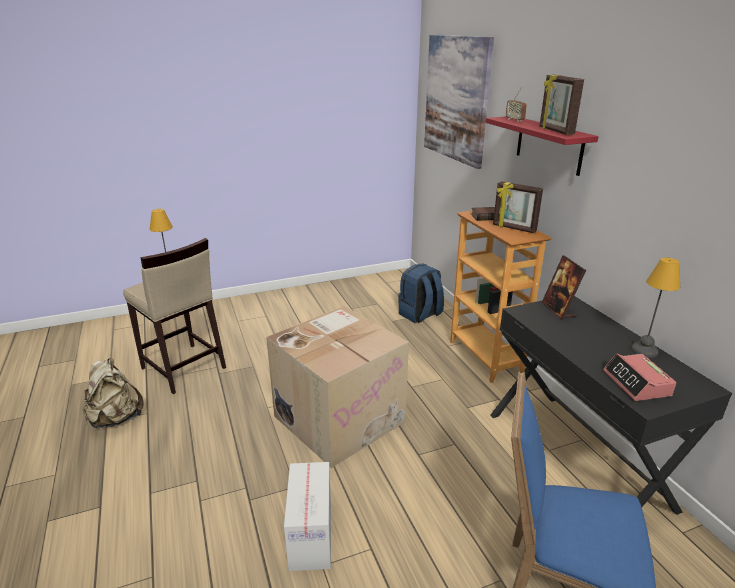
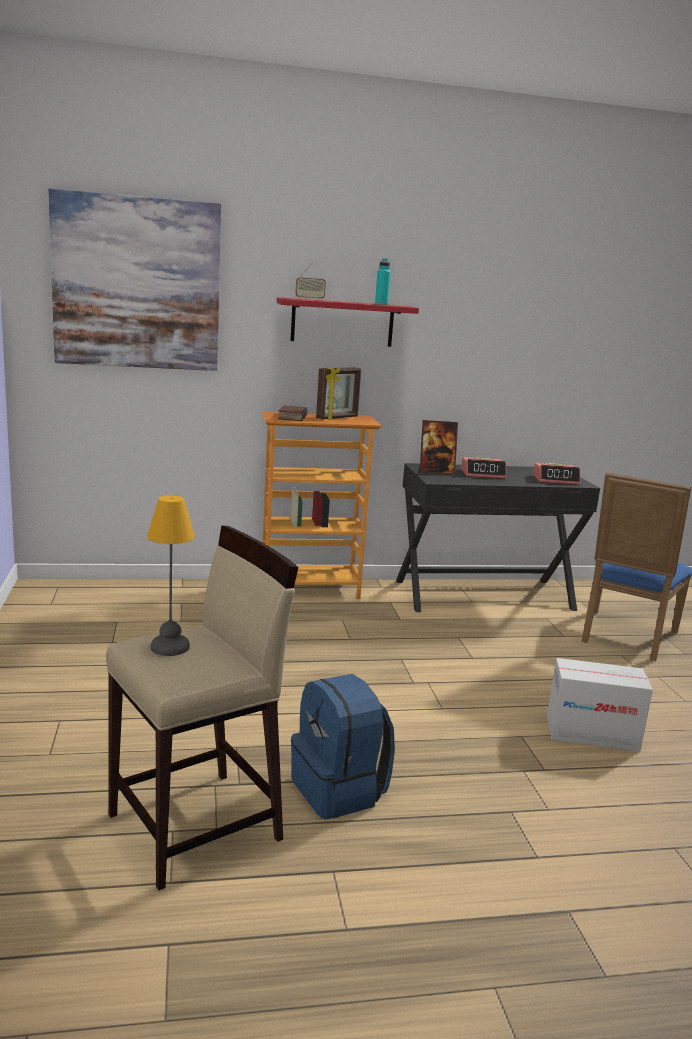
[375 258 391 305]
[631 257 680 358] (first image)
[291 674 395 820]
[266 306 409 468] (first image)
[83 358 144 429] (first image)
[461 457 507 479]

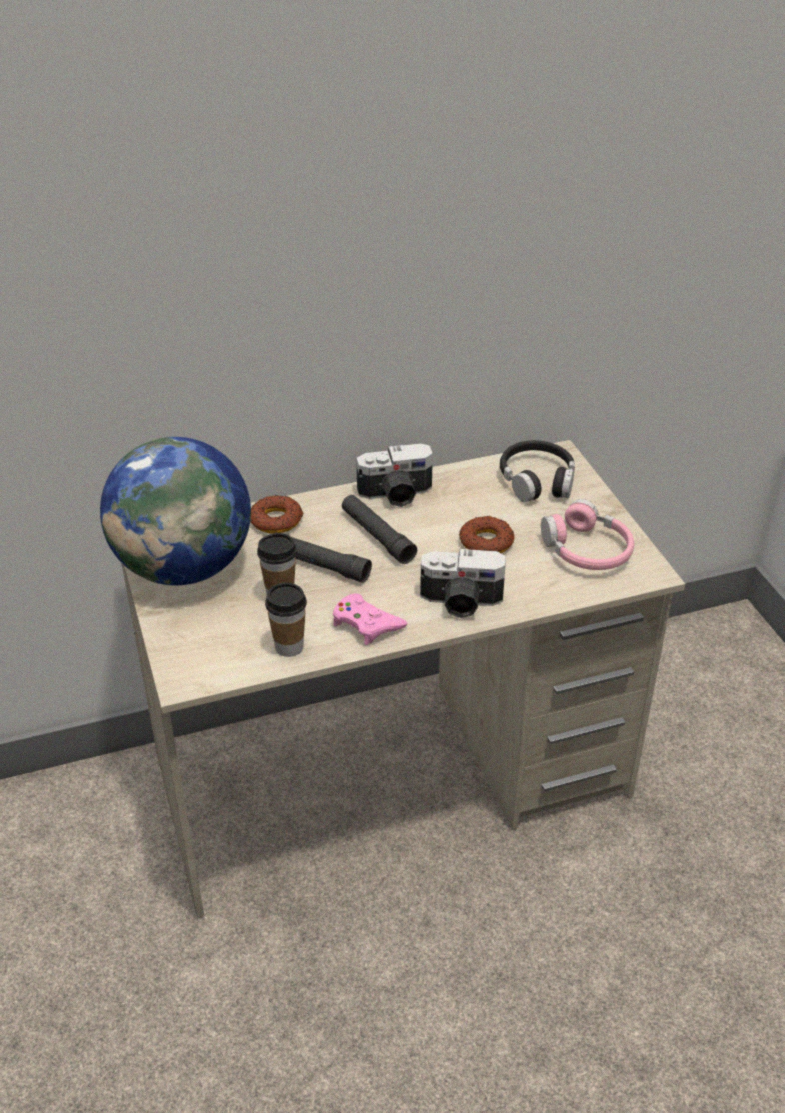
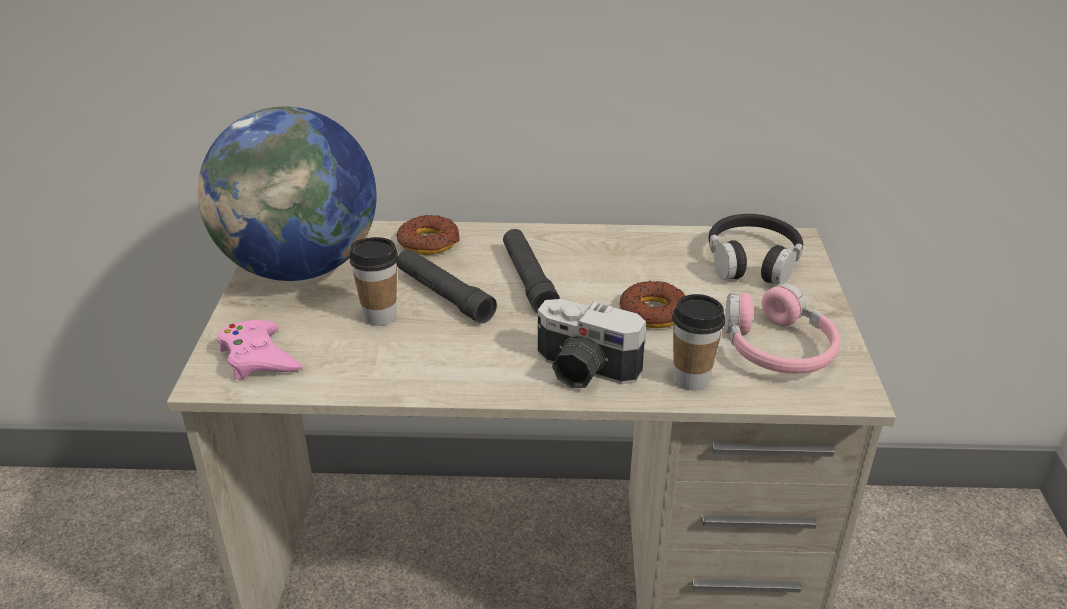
[356 443 433 507] (first image)
[672 294 725 390]
[217 320 302 380]

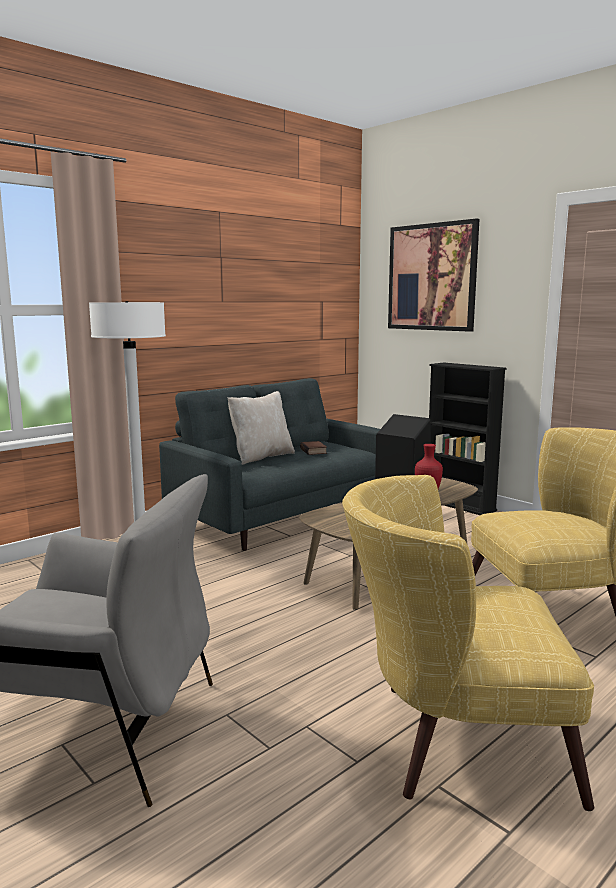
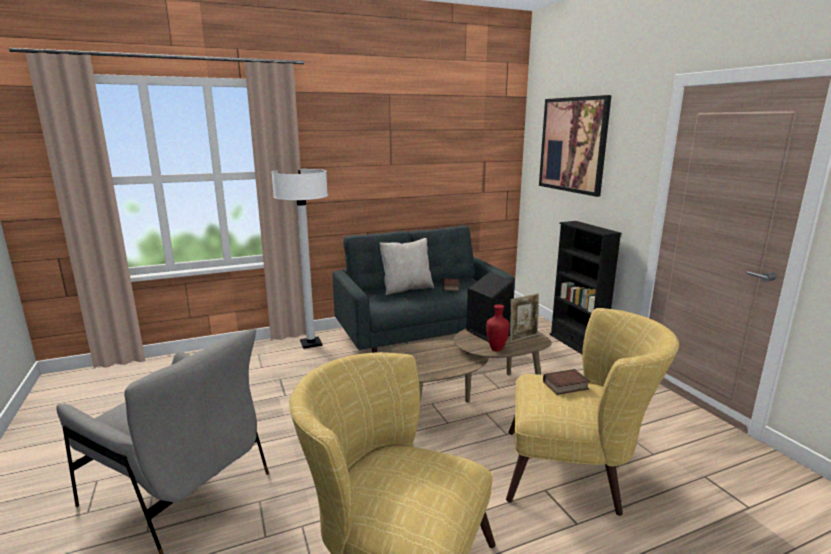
[510 293 539 342]
[543 369 590 395]

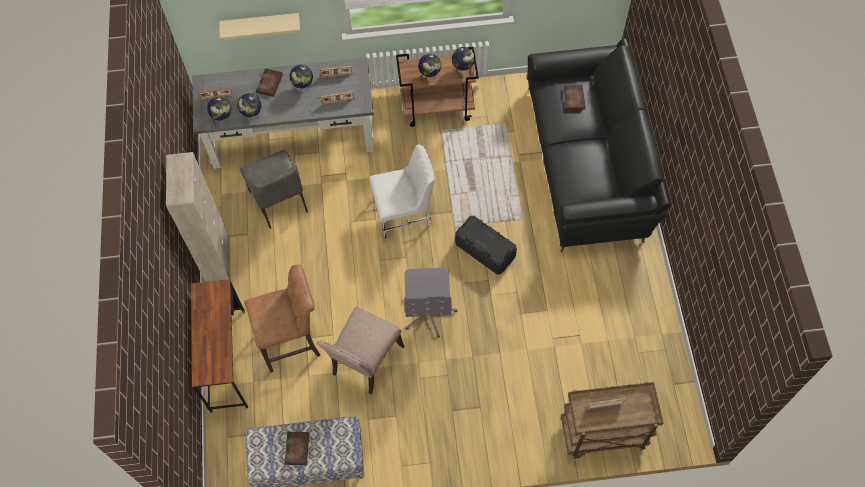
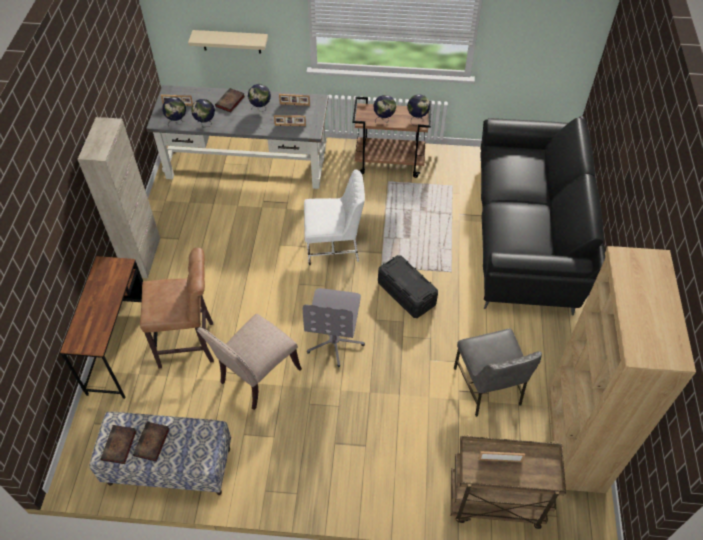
[100 425 137 464]
[454 329 542 417]
[549 246 696 493]

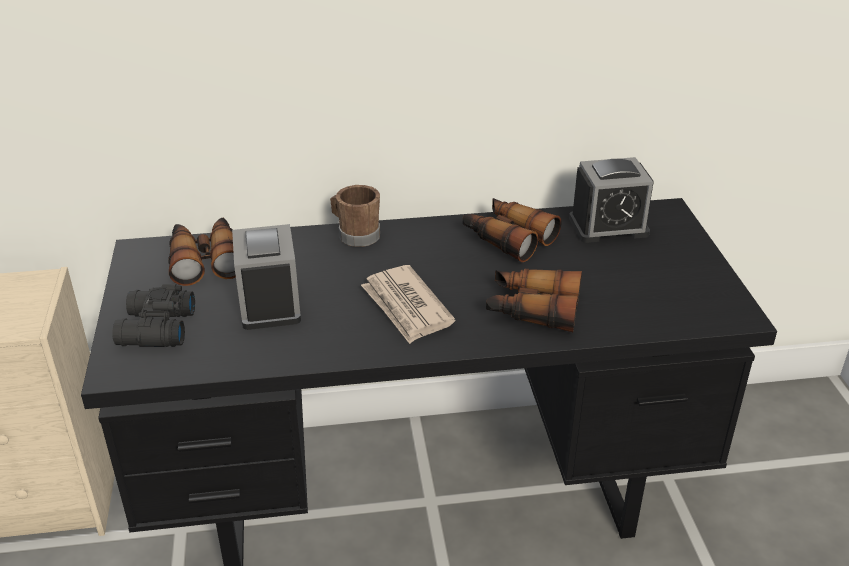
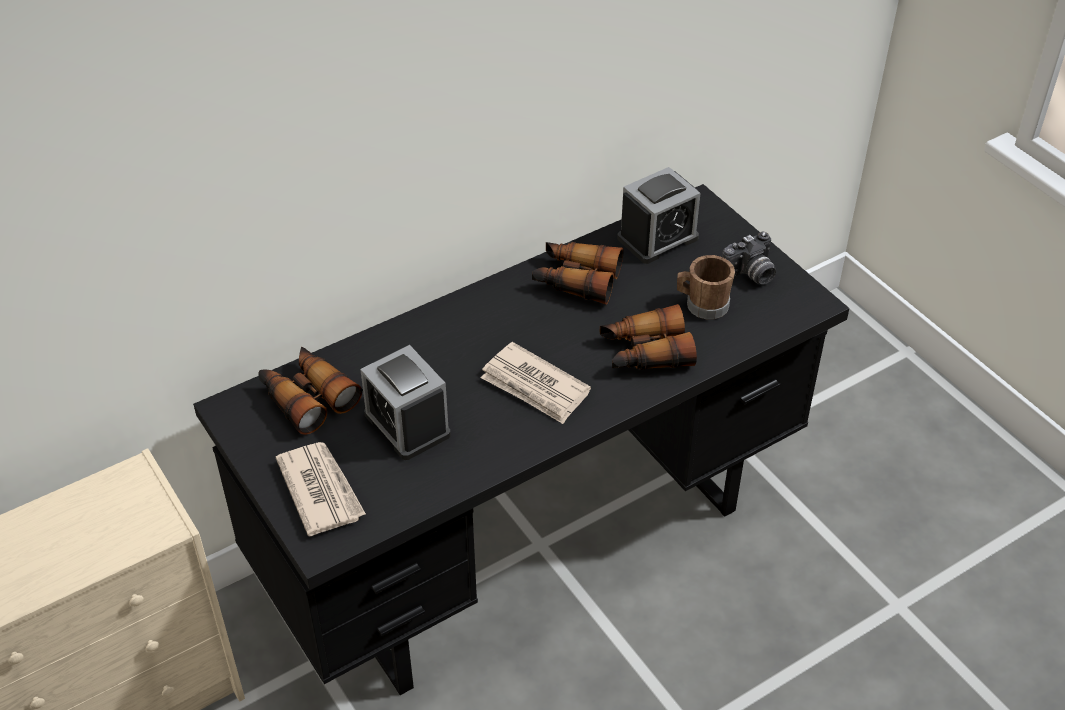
[677 255 735 319]
[276 442 366 536]
[722 232 776 285]

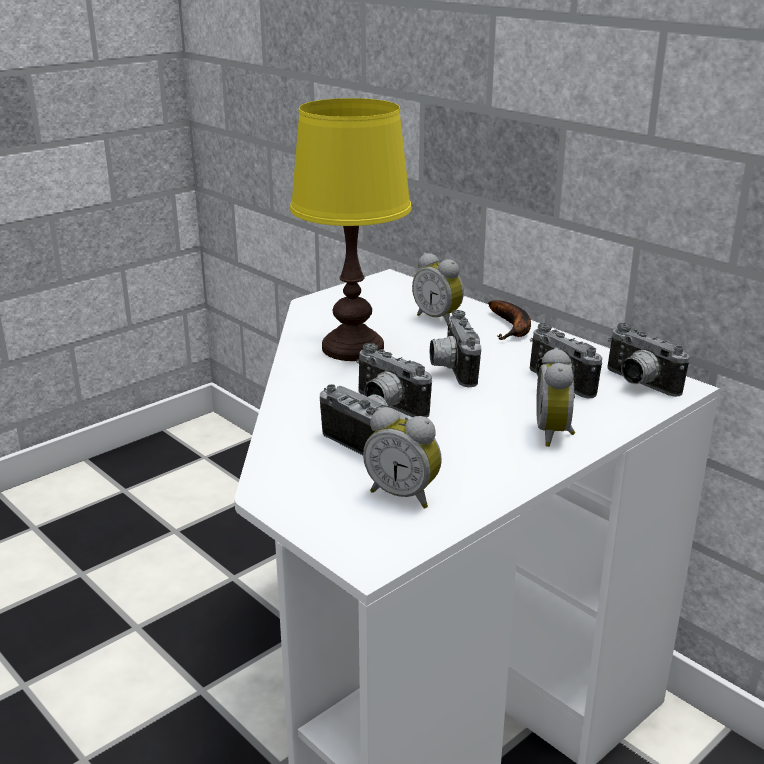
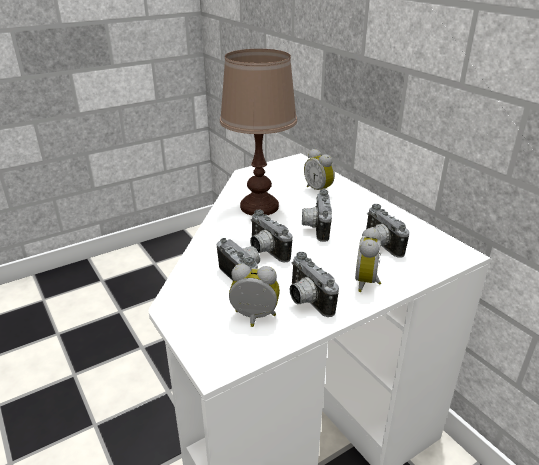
[220 49 297 215]
[488 300 531 340] (first image)
[290 252 339 317]
[229 264 280 327]

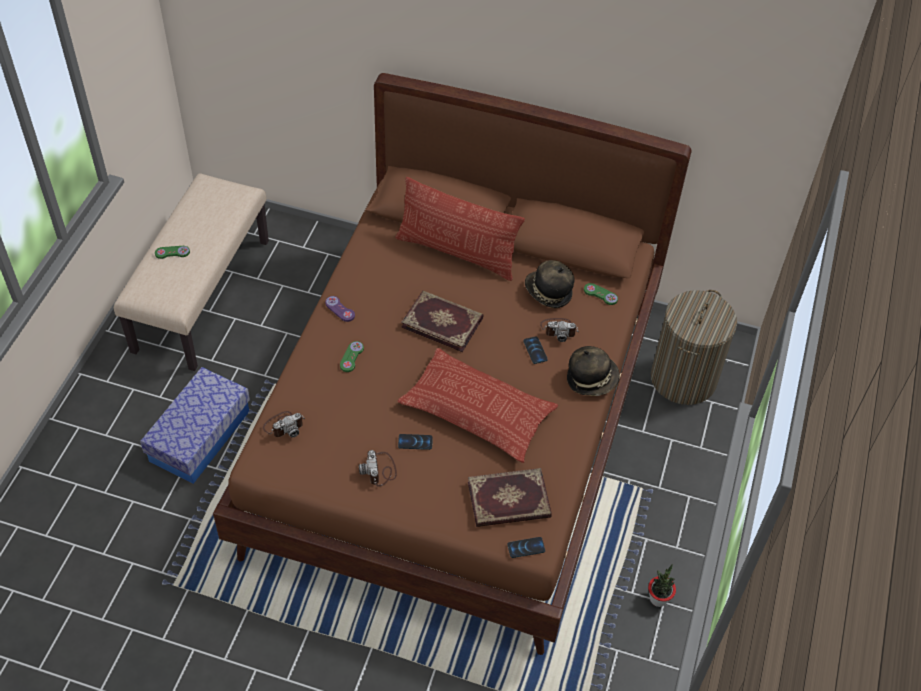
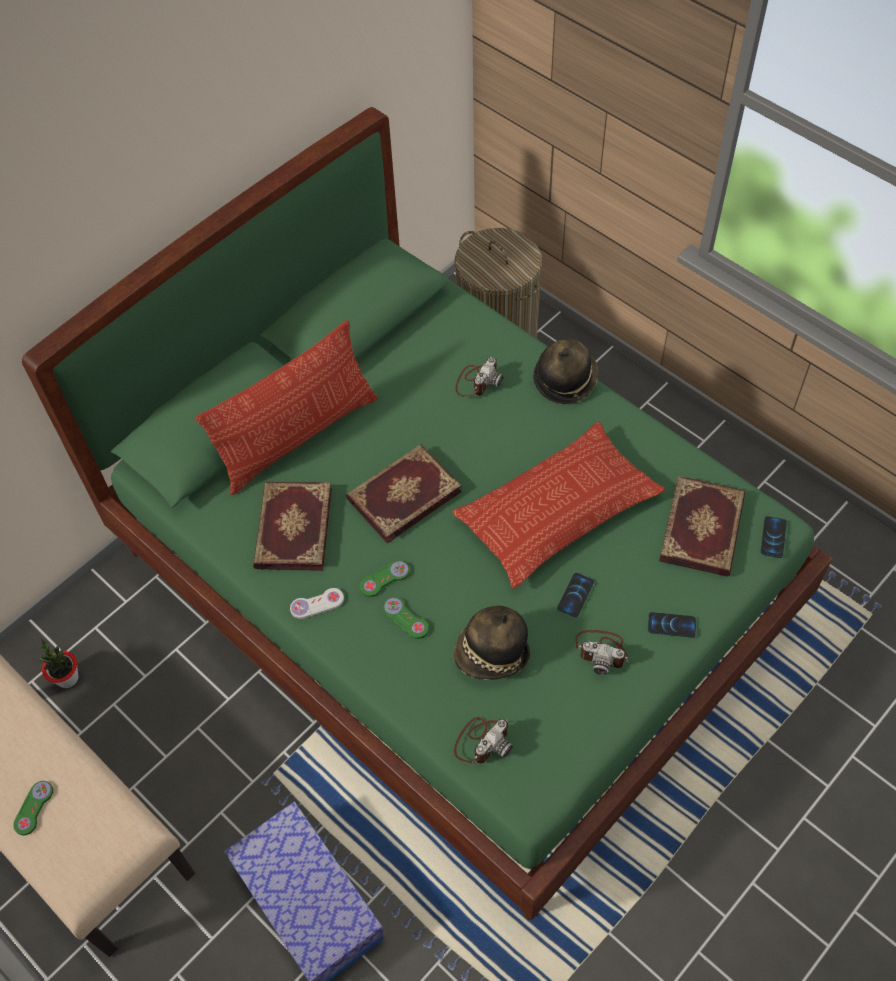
[22 107 833 920]
[454 606 530 680]
[360 560 410 597]
[290 588 344 619]
[648 612 696 638]
[454 717 513 764]
[37 638 78 688]
[253 482 332 571]

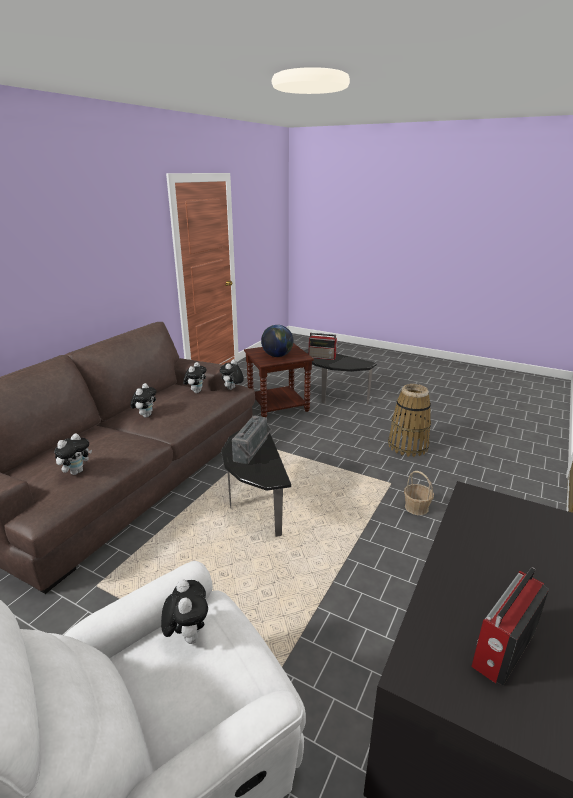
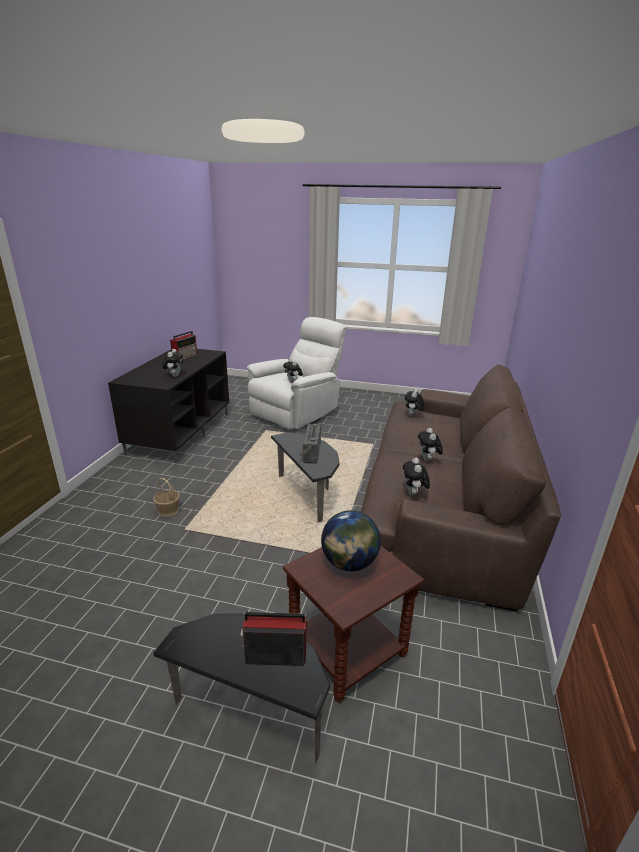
[163 349 183 377]
[388 384 431 457] (first image)

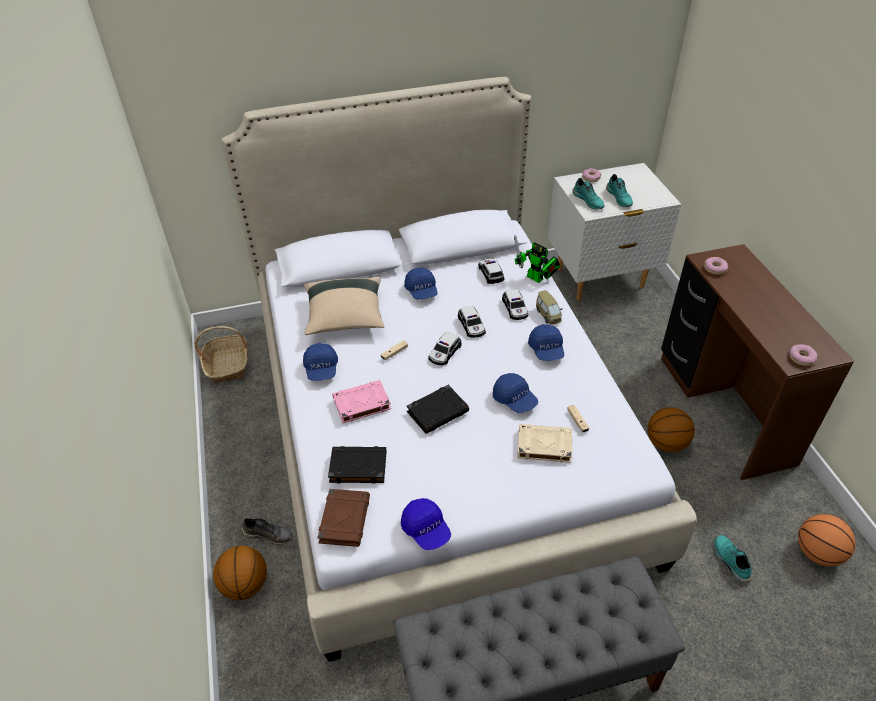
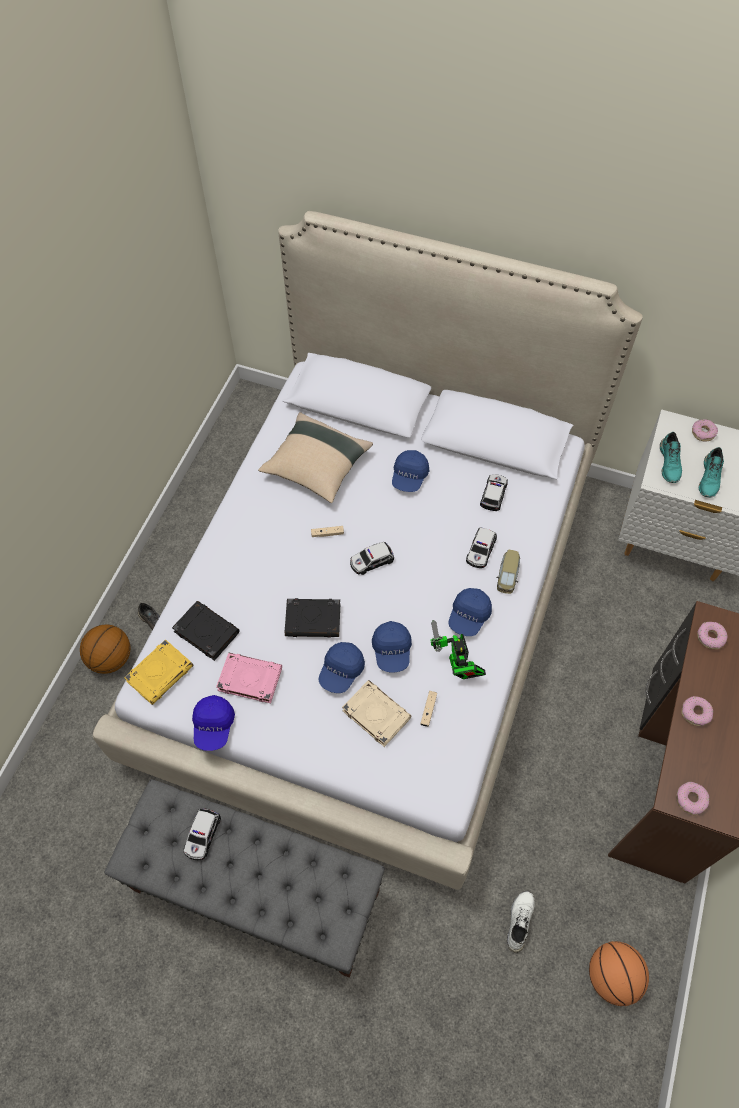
[431 620 486 679]
[183 808 221 860]
[195 326 248 383] (first image)
[318 642 365 693]
[216 653 282 704]
[647 407 695 452] (first image)
[124 639 194 705]
[507 891 535 953]
[681 696 713 726]

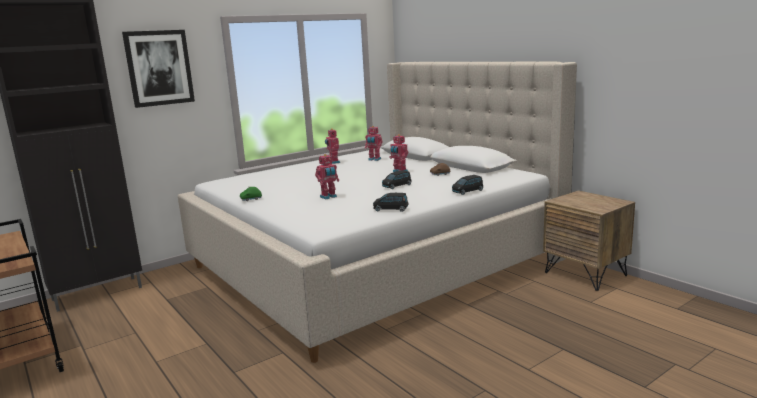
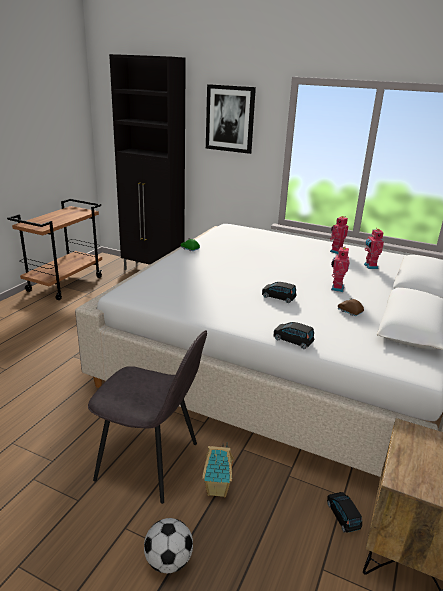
[315 154 339 200] (first image)
[327 492 362 533]
[88 330 207 504]
[202 442 234 498]
[144 518 193 573]

